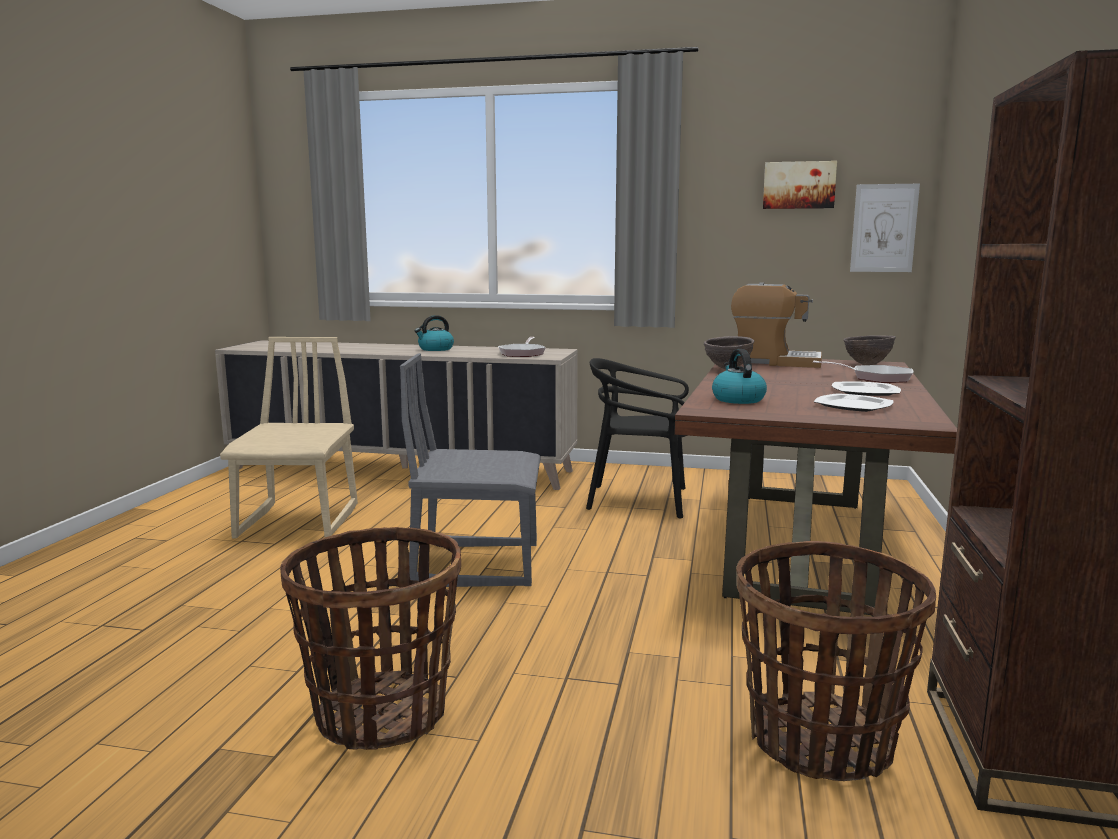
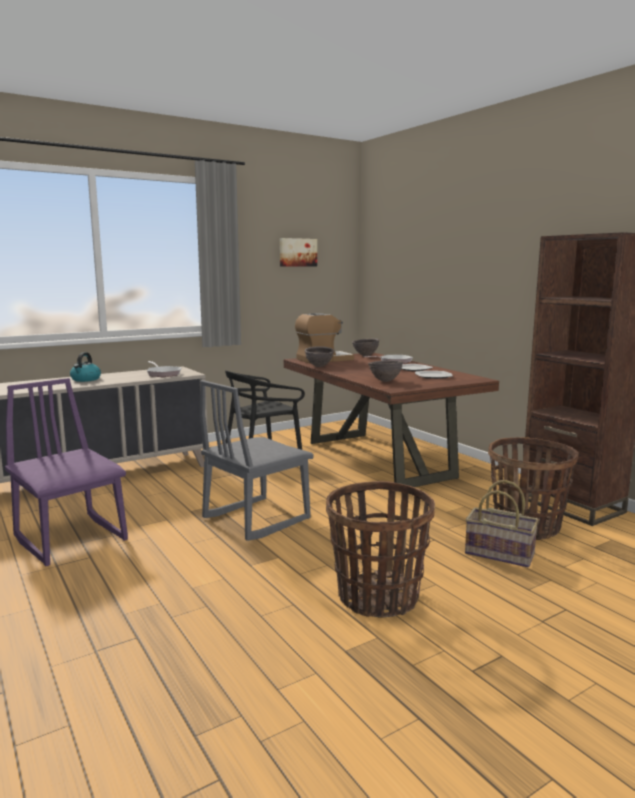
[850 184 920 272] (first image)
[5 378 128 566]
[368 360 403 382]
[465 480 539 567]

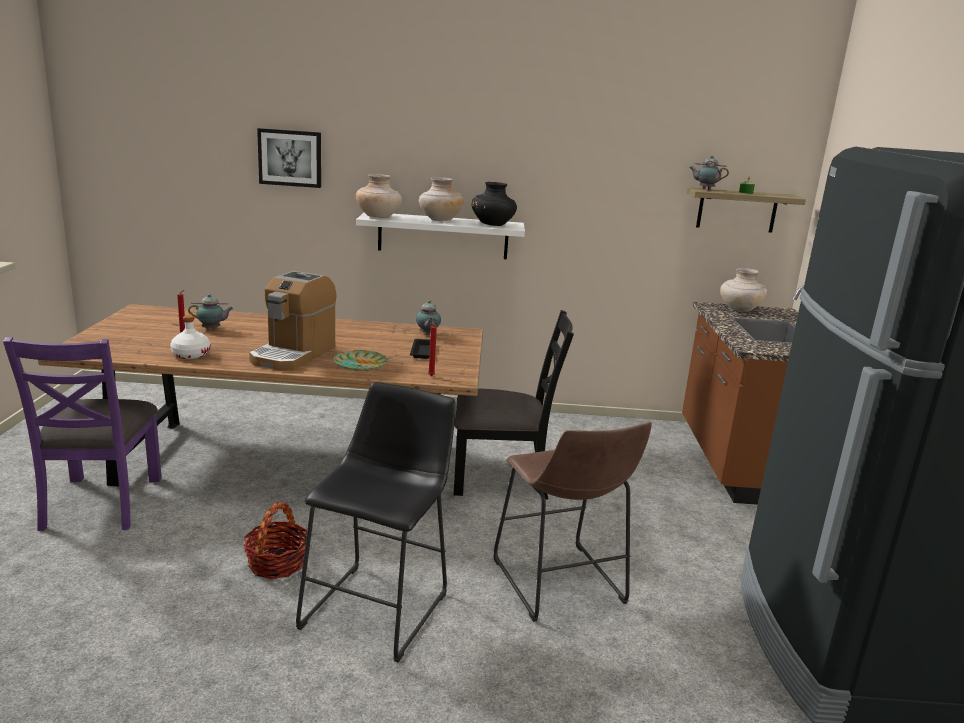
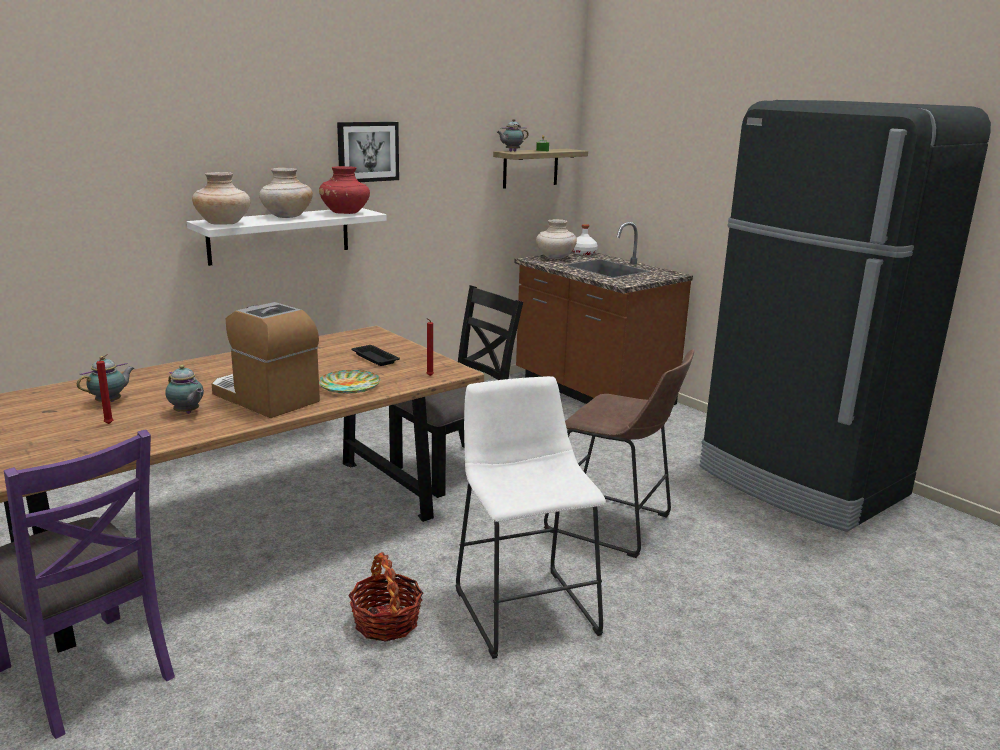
[337 122 399 182]
[319 166 370 214]
[212 302 320 418]
[165 365 204 414]
[572 224 598 255]
[456 376 606 659]

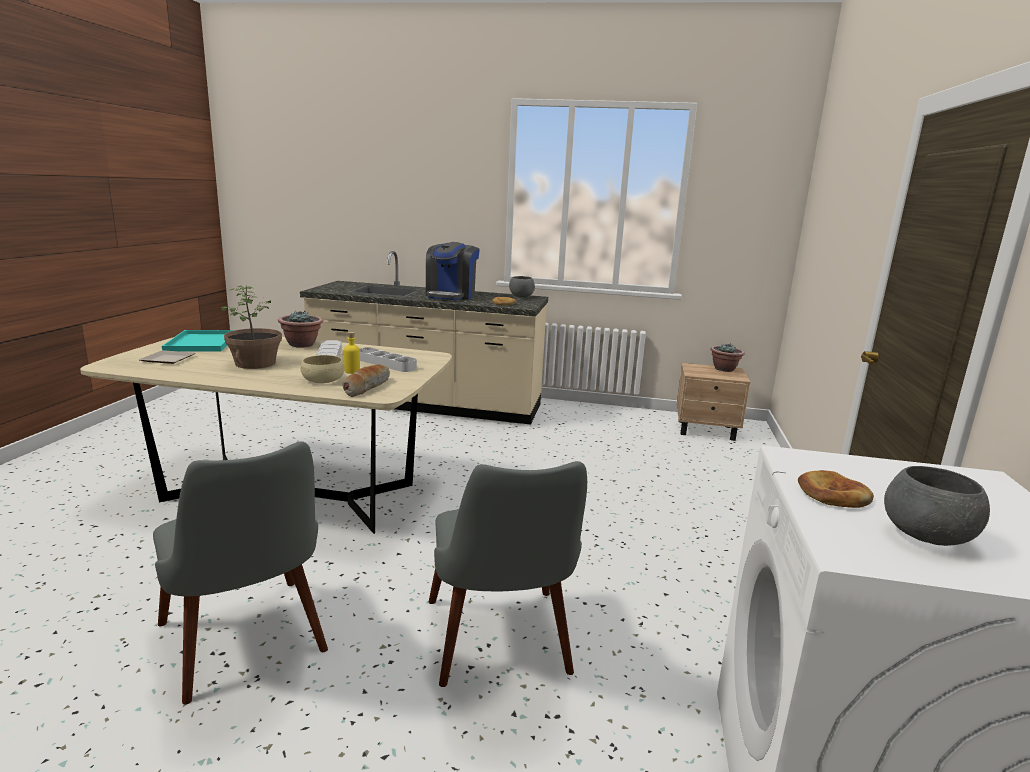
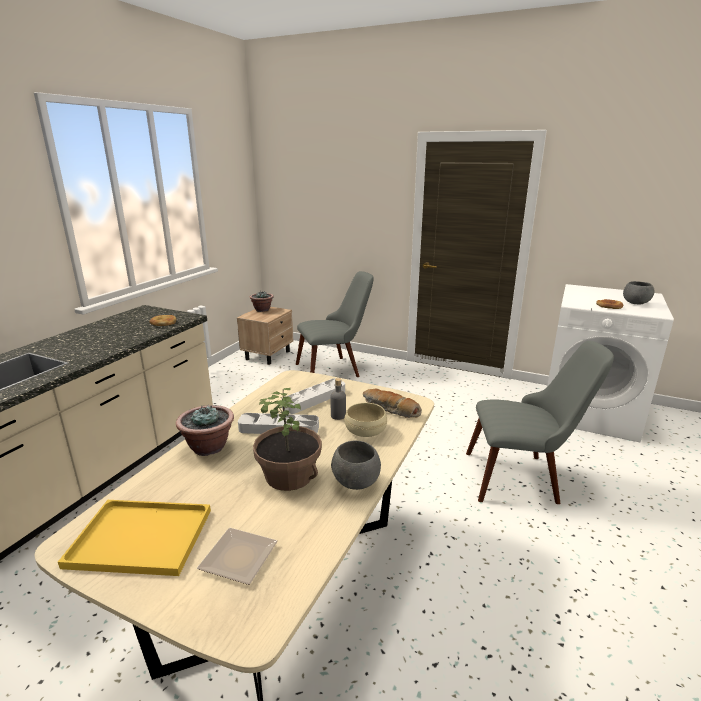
[426 242 480 300] (first image)
[331 441 381 490]
[58 500 211 576]
[331 378 346 420]
[296 271 374 377]

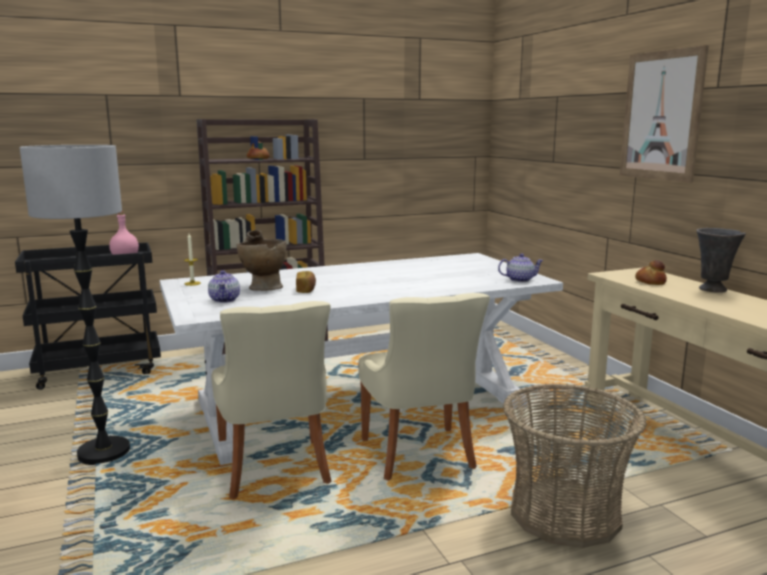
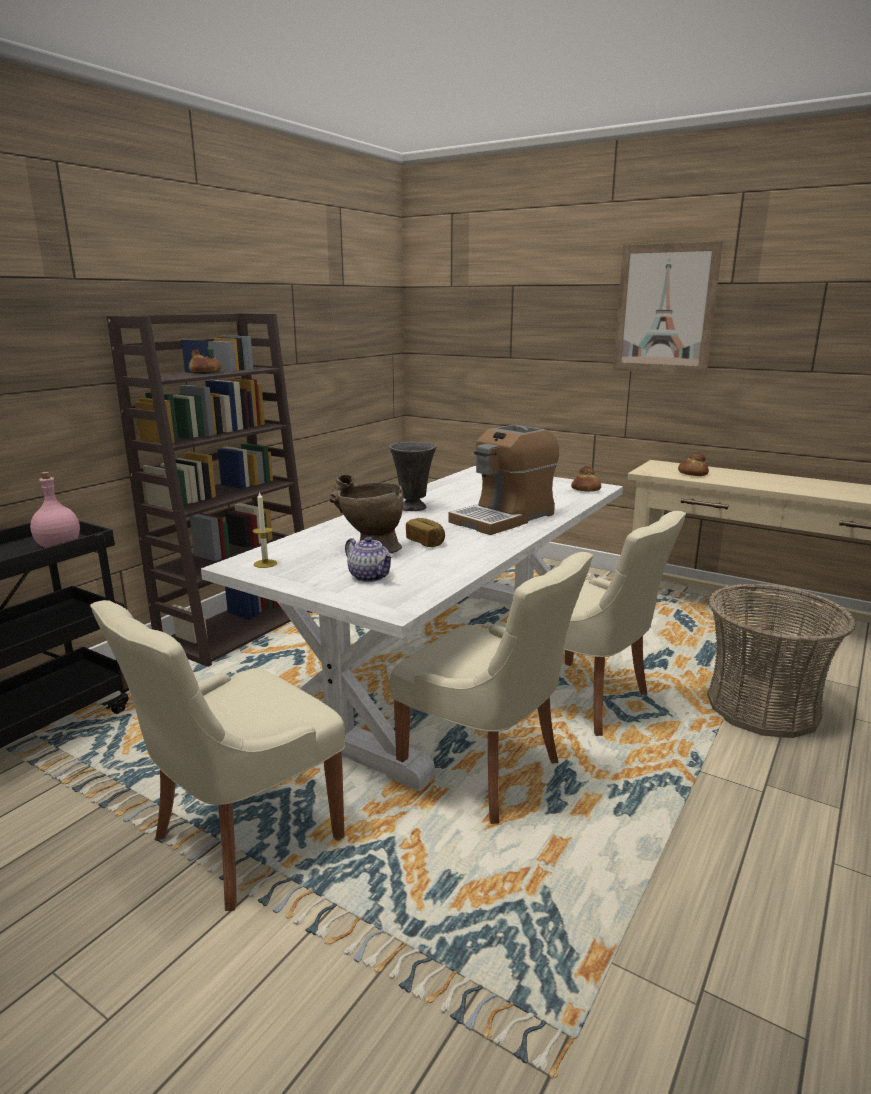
[90 600 345 911]
[389 442 437 511]
[571 466 601 492]
[448 424 559 535]

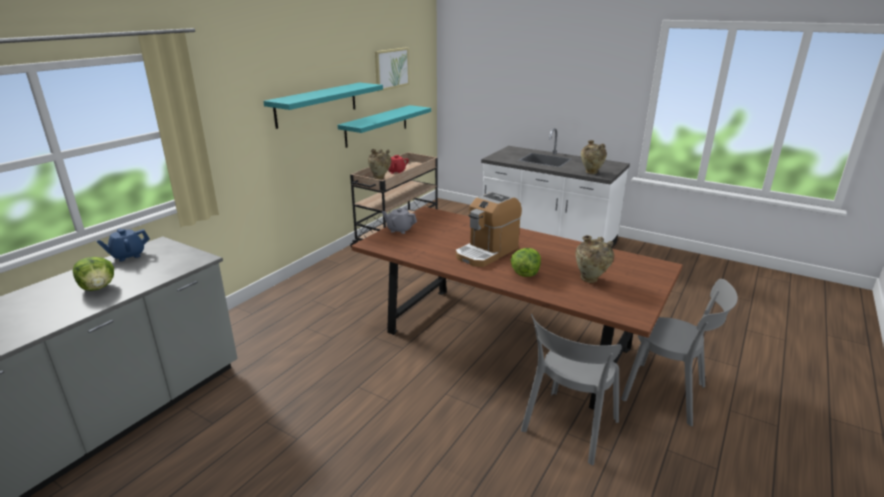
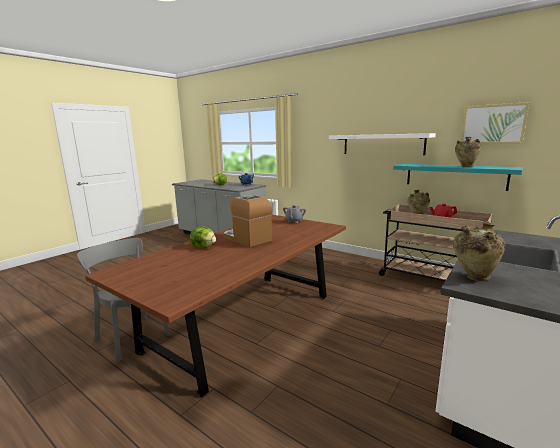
[329 133 436 155]
[455 137 481 167]
[621 279 738 426] (first image)

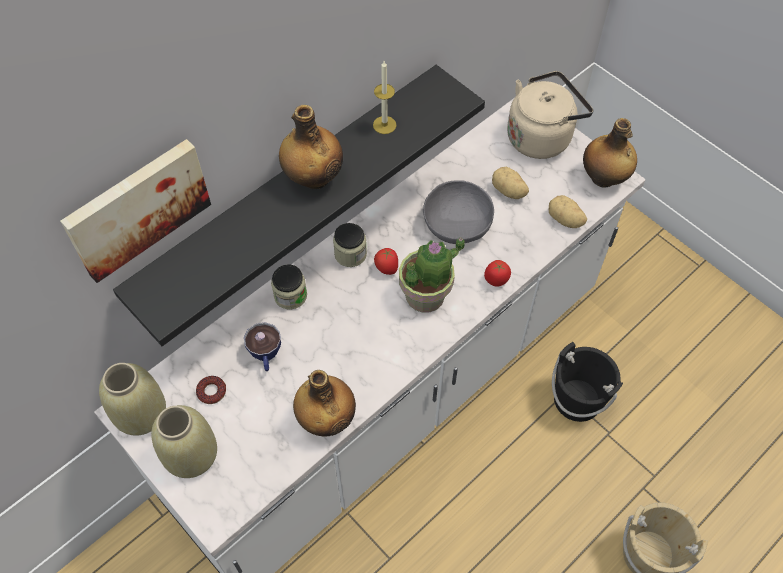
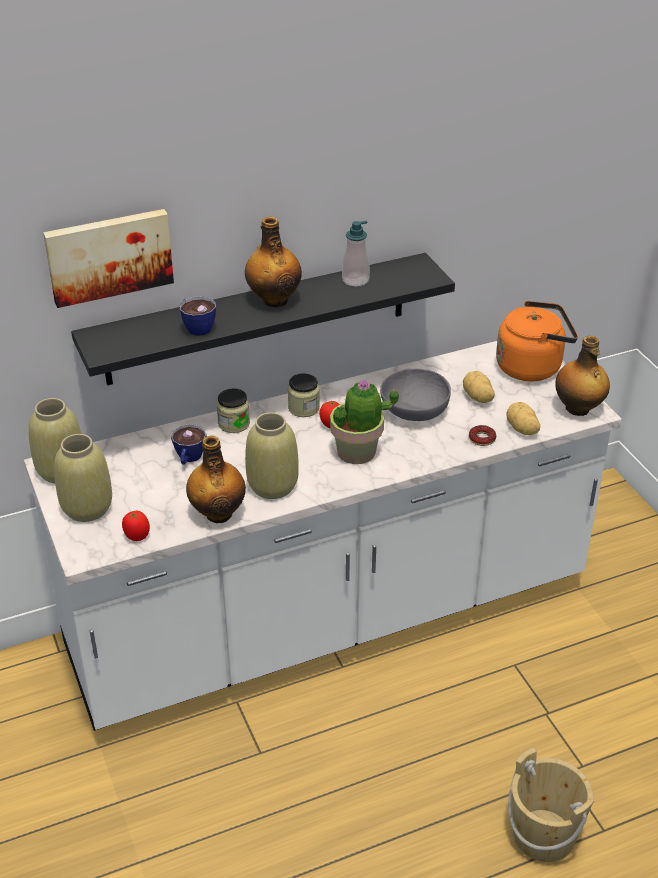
[342 221 370 287]
[496 301 578 381]
[122 511 150 541]
[552 342 623 422] (first image)
[469 425 496 446]
[180 296 216 336]
[245 412 299 499]

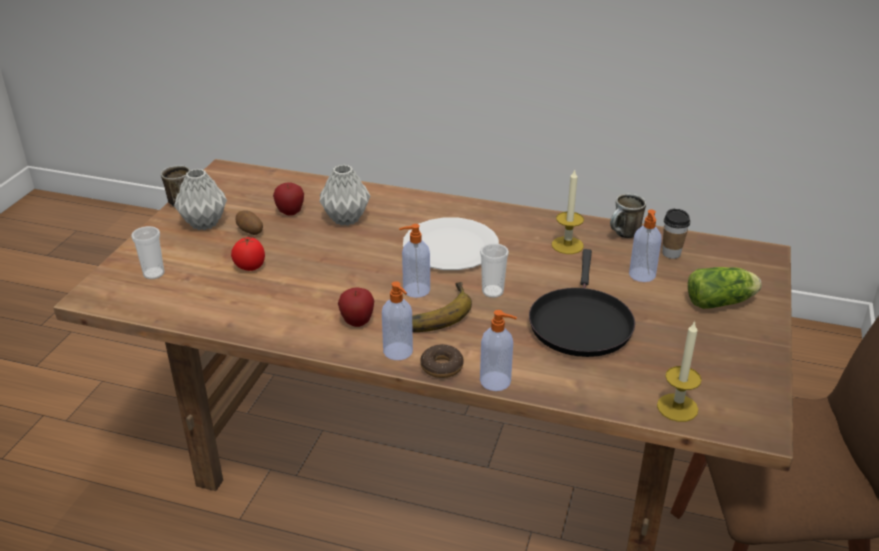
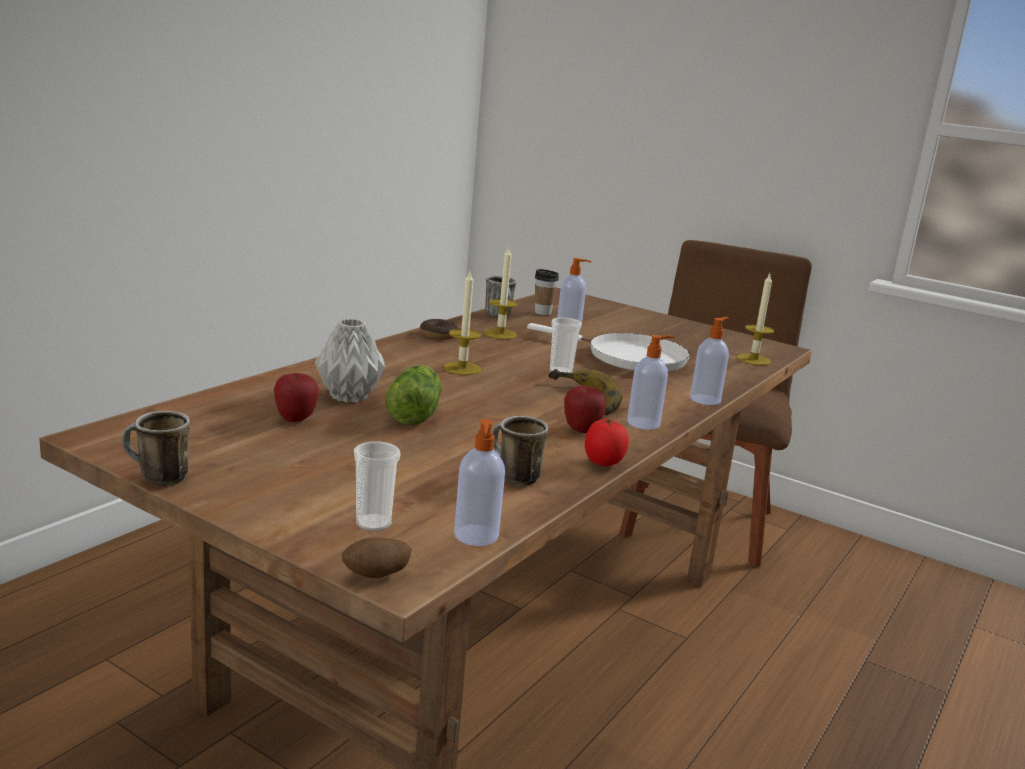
[174 169 227 230] (first image)
[342 538 412 578]
[444 272 481 375]
[454 419 505 546]
[585 419 629 466]
[527 323 690 371]
[385 365 441 425]
[420 319 458 340]
[492 416 548 486]

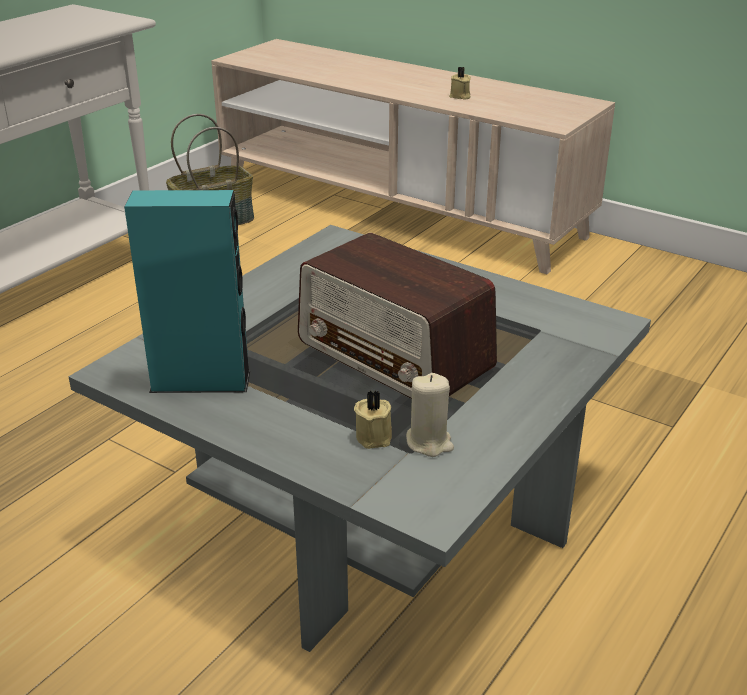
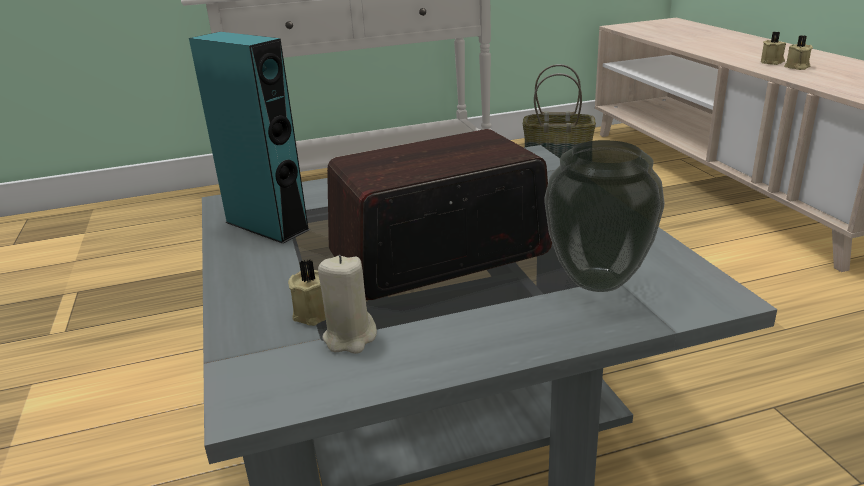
[327 129 552 300]
[761 32 786 65]
[544 140 665 292]

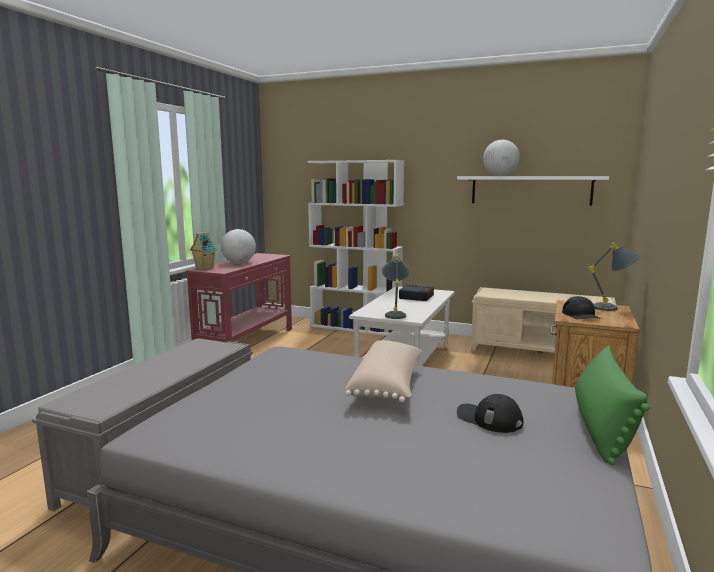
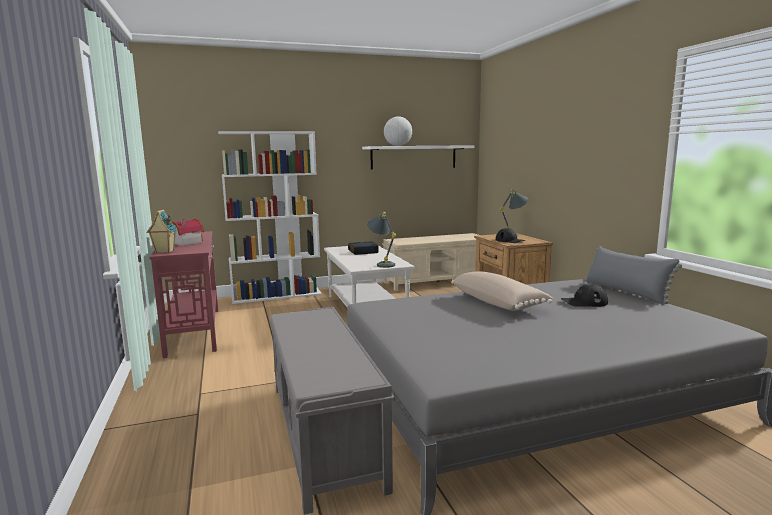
[172 219 204 246]
[585 246 682 304]

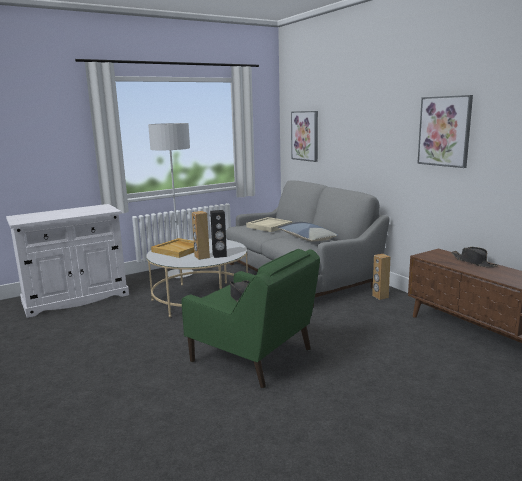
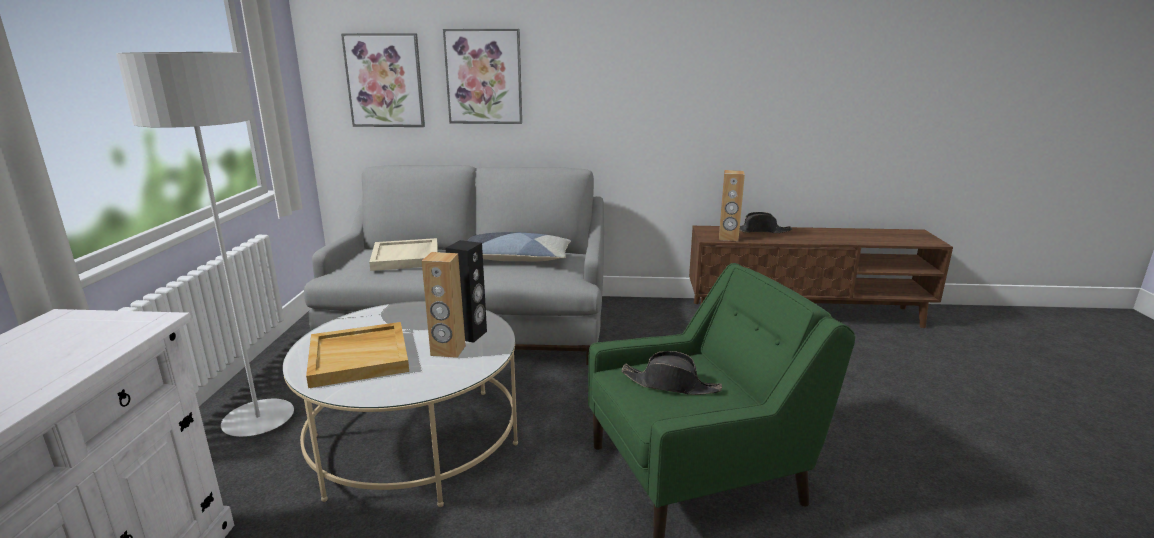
[443 29 522 124]
[719 170 745 241]

